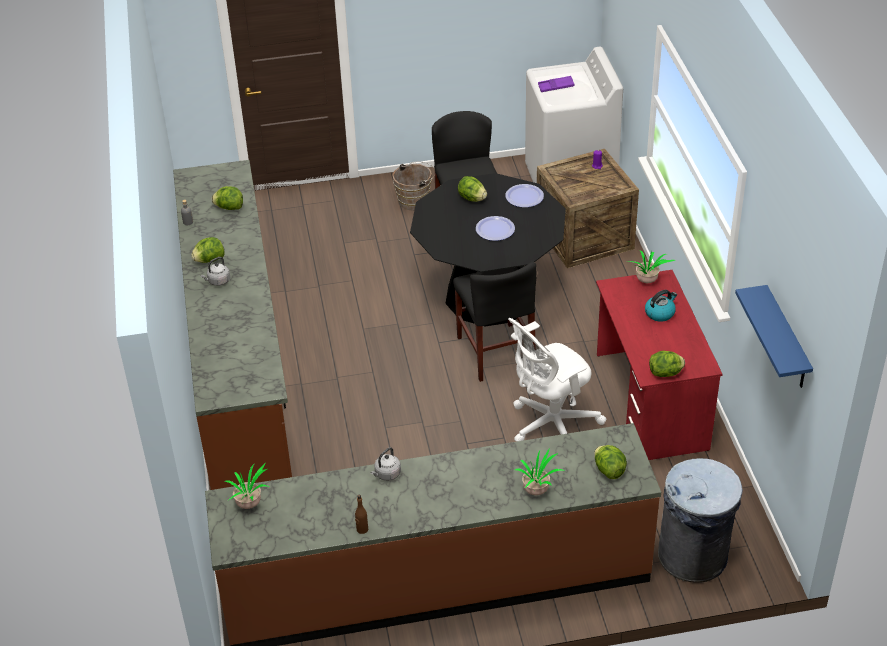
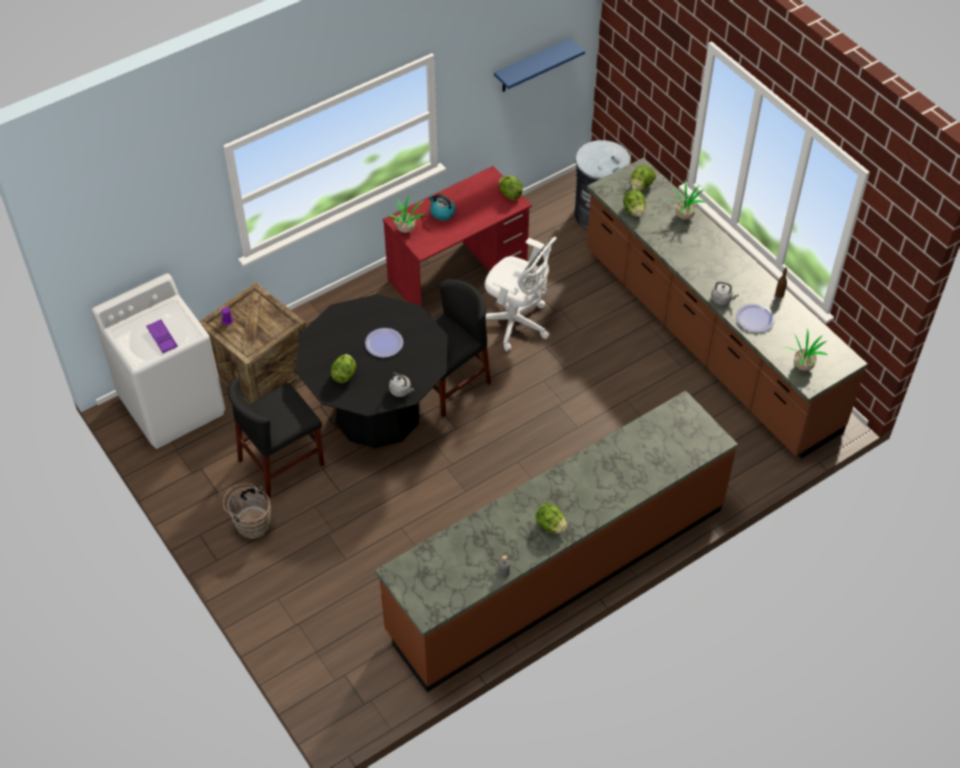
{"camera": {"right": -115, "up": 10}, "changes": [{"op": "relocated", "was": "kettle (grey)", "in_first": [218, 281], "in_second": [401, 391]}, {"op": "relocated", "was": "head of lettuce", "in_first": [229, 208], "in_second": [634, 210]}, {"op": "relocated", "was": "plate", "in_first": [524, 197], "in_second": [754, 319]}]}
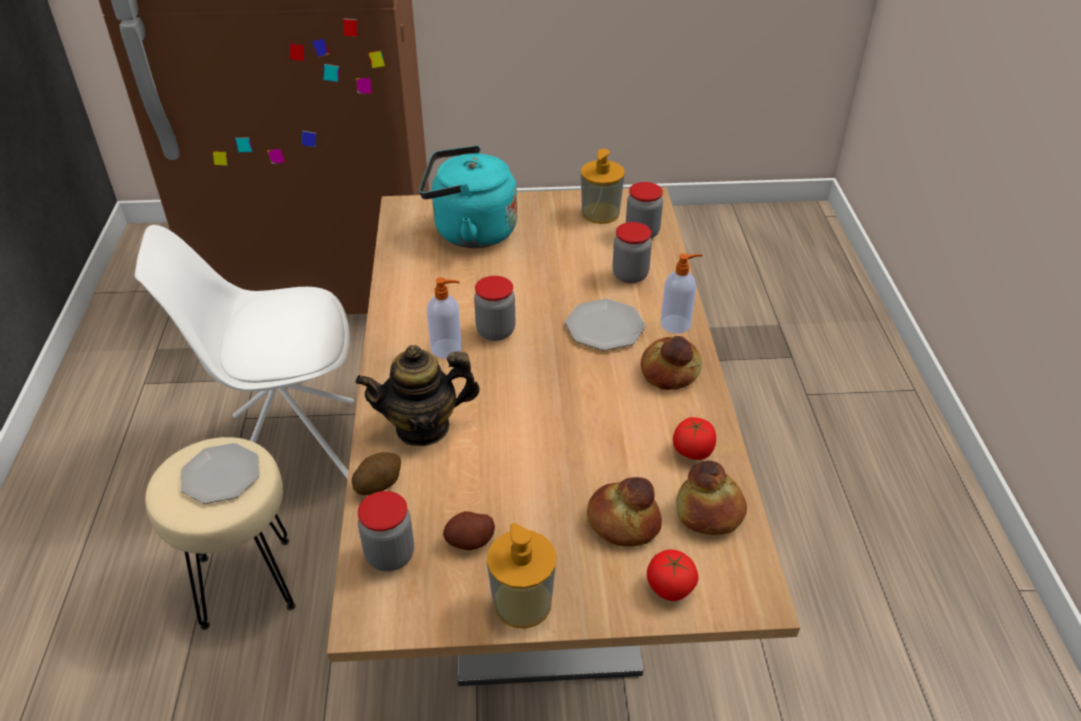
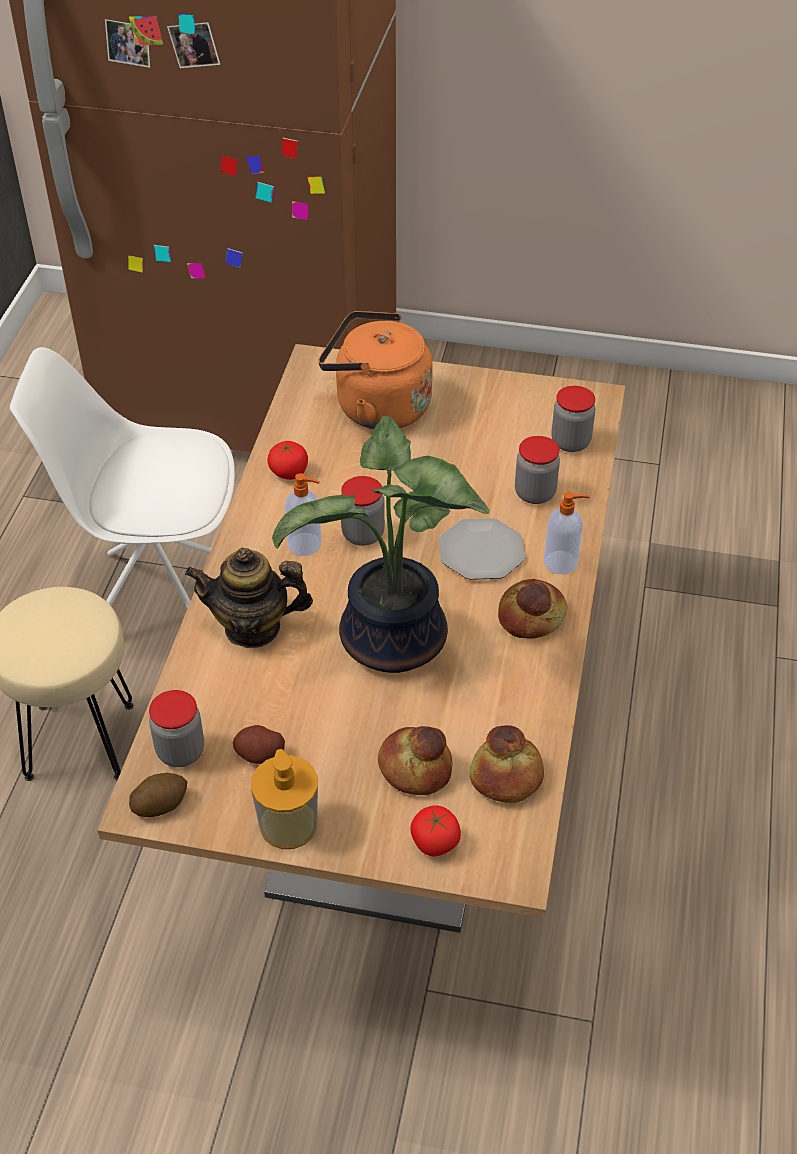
{"camera": {"right": 15, "up": 5}, "changes": [{"op": "relocated", "was": "potato", "in_first": [378, 483], "in_second": [160, 804]}, {"op": "relocated", "was": "tomato", "in_first": [693, 451], "in_second": [289, 472]}, {"op": "appeared", "now": "potted plant", "in_second": [392, 645]}, {"op": "colour", "was": "kettle (turquoise)", "now": "kettle (orange-coloured)", "in_first": [469, 232], "in_second": [377, 407]}, {"op": "missing", "was": "plate", "in_first": [221, 475]}, {"op": "missing", "was": "soap dispenser", "in_first": [600, 213]}]}
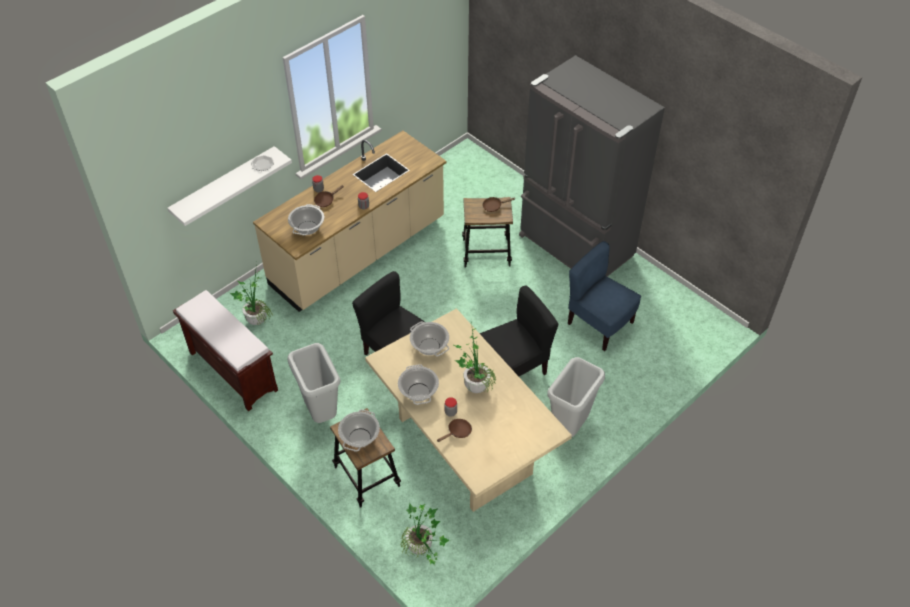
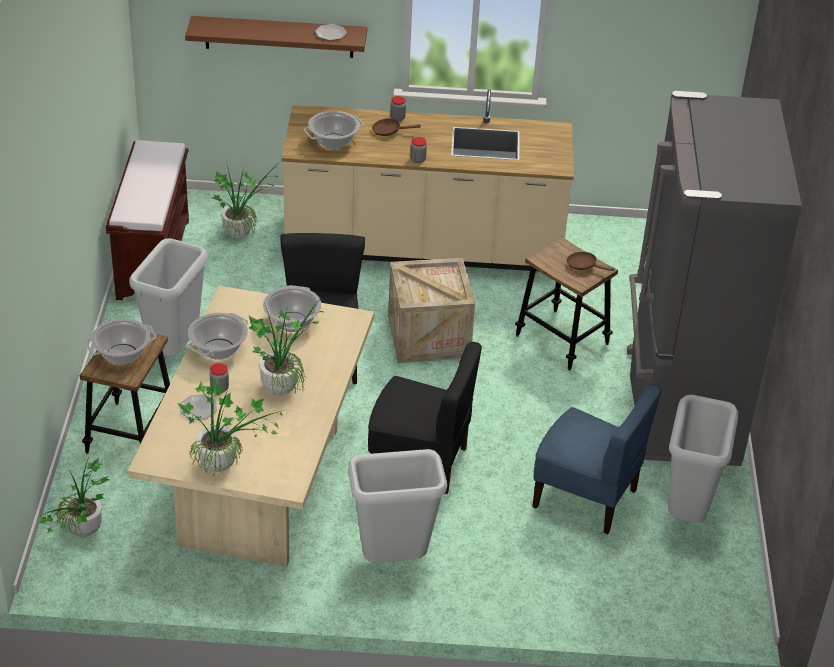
{"camera": {"right": 45, "up": -10}, "changes": [{"op": "appeared", "now": "potted plant", "in_second": [226, 464]}, {"op": "exchanged", "was": "pan (brownish)", "now": "plate", "in_first": [457, 432], "in_second": [198, 409]}, {"op": "colour", "was": "shelf (white-coloured)", "now": "shelf (brownish)", "in_first": [224, 185], "in_second": [279, 37]}, {"op": "appeared", "now": "crate", "in_second": [429, 336]}, {"op": "spun", "was": "chair (bluish)", "in_first": [599, 324], "in_second": [586, 498], "clockwise": 120}, {"op": "appeared", "now": "rubbish bin (grey)", "in_second": [688, 514]}]}
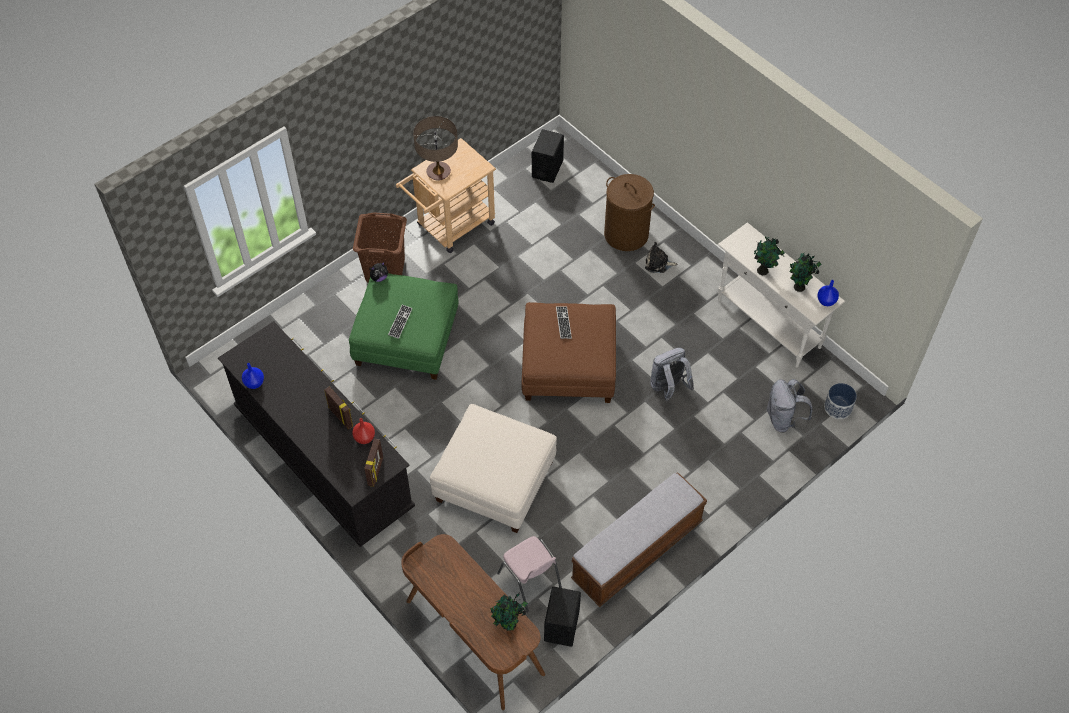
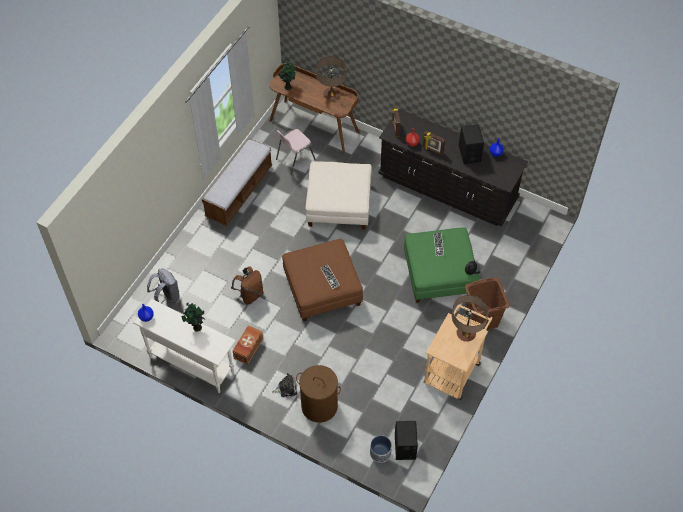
{"camera": {"right": 160, "up": 0}, "changes": [{"op": "colour", "was": "backpack (grey)", "now": "backpack (brownish)", "in_first": [668, 388], "in_second": [250, 295]}, {"op": "appeared", "now": "storage container (brownish)", "in_second": [247, 349]}, {"op": "spun", "was": "chair (pink-coloured)", "in_first": [530, 582], "in_second": [295, 159], "clockwise": -75}, {"op": "appeared", "now": "tabletop lamp", "in_second": [331, 94]}, {"op": "relocated", "was": "plant pot", "in_first": [838, 408], "in_second": [380, 453]}, {"op": "relocated", "was": "audio speaker (black)", "in_first": [561, 626], "in_second": [469, 153]}, {"op": "missing", "was": "potted plant", "in_first": [799, 288]}]}
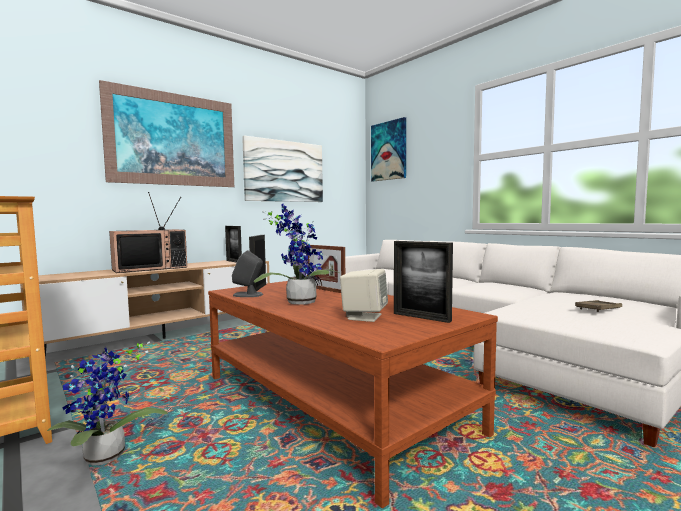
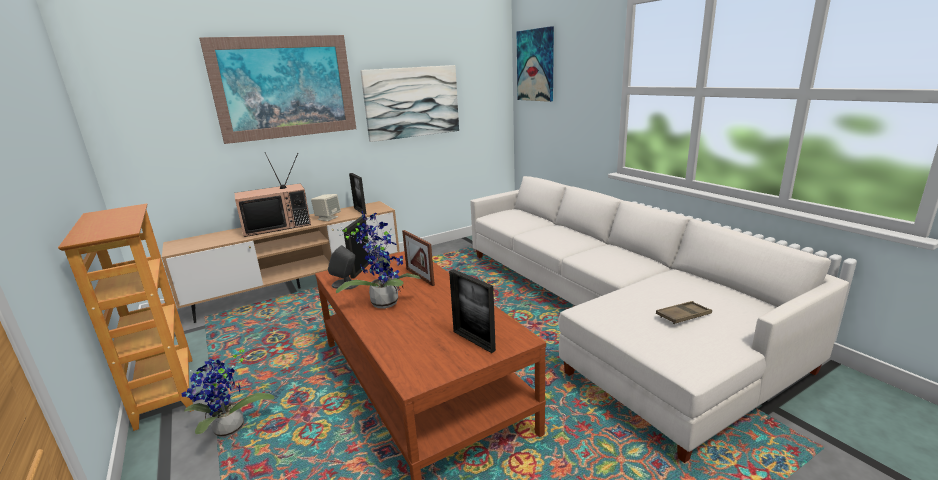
{"camera": {"right": 10, "up": 15}, "changes": [{"op": "relocated", "was": "audio speaker (beige)", "in_first": [364, 317], "in_second": [328, 218]}]}
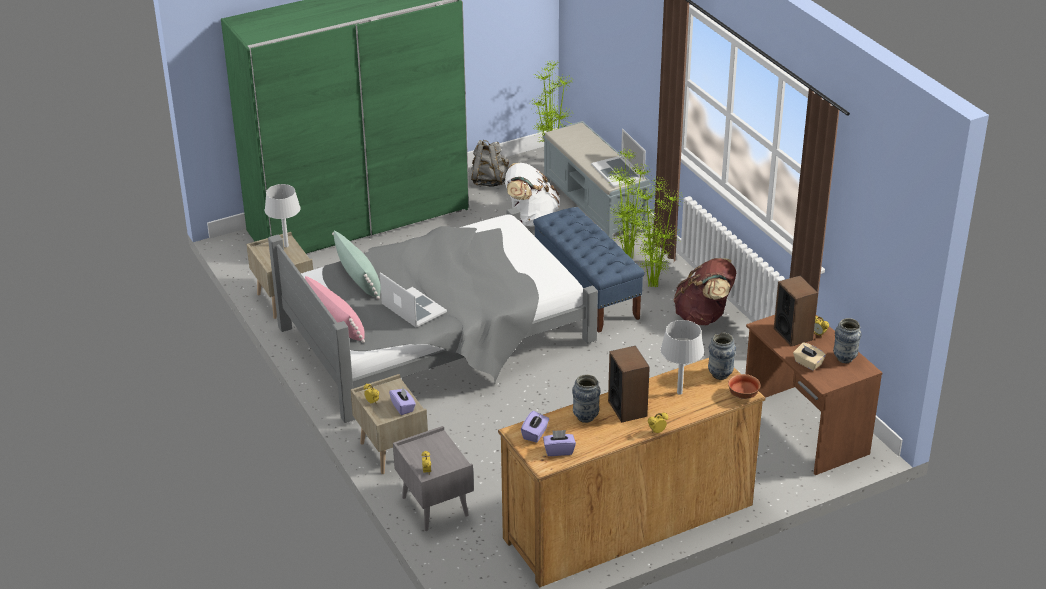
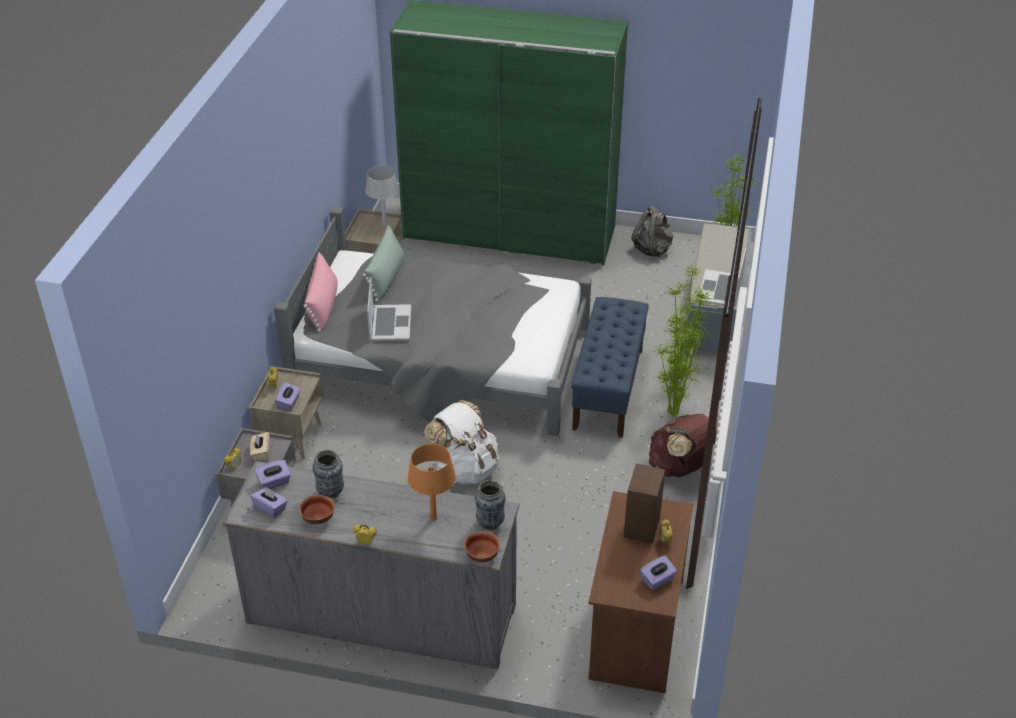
{"camera": {"right": 40, "up": 5}, "changes": [{"op": "colour", "was": "dresser (brownish)", "now": "dresser (grey)", "in_first": [628, 521], "in_second": [381, 613]}, {"op": "relocated", "was": "box of tissues (beige)", "in_first": [808, 363], "in_second": [261, 453]}, {"op": "appeared", "now": "deep dish", "in_second": [318, 518]}, {"op": "colour", "was": "tabletop lamp (grey)", "now": "tabletop lamp (orange-coloured)", "in_first": [679, 392], "in_second": [433, 518]}, {"op": "relocated", "was": "backpack (white-coloured)", "in_first": [531, 219], "in_second": [465, 468]}, {"op": "exchanged", "was": "vase", "now": "box of tissues (purple)", "in_first": [844, 358], "in_second": [657, 580]}, {"op": "missing", "was": "audio speaker", "in_first": [627, 408]}]}
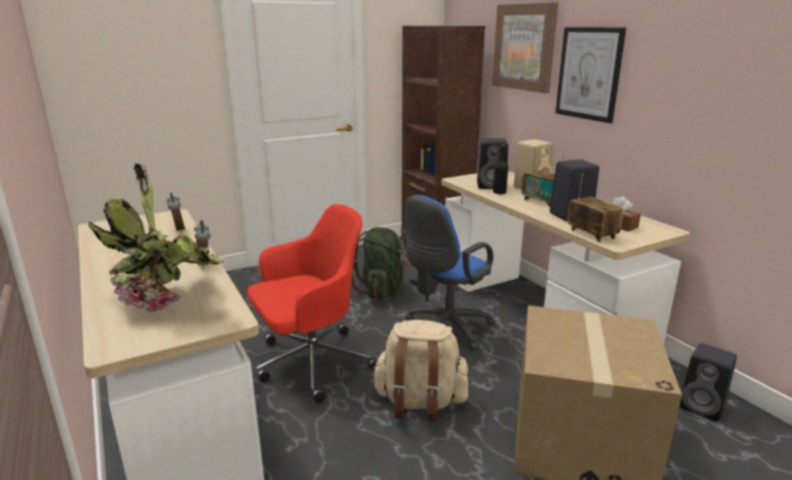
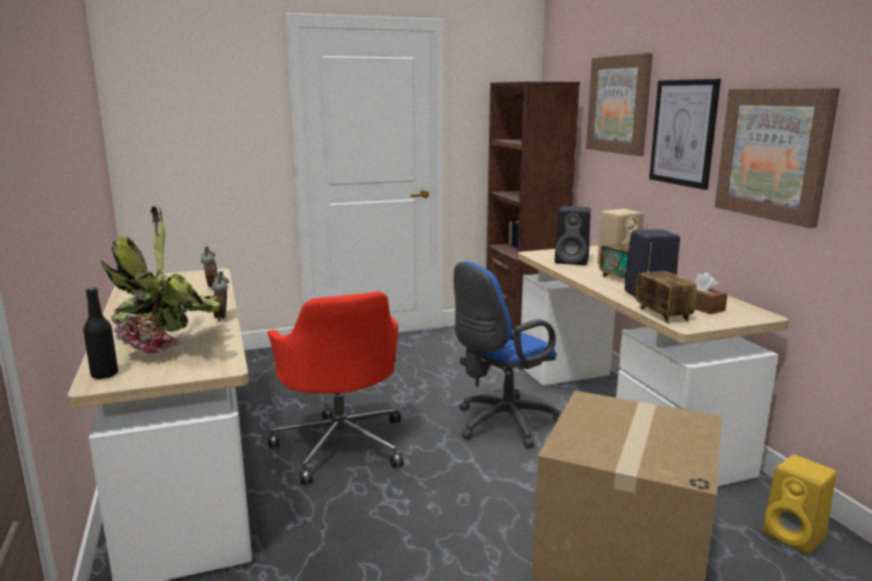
{"camera": {"right": 10, "up": -5}, "changes": [{"op": "relocated", "was": "beverage bottle (black)", "in_first": [499, 192], "in_second": [104, 375]}, {"op": "spun", "was": "computer chair (red-coloured)", "in_first": [311, 363], "in_second": [341, 444], "clockwise": 90}, {"op": "appeared", "now": "wall art", "in_second": [774, 154]}, {"op": "colour", "was": "audio speaker (black)", "now": "audio speaker (yellow)", "in_first": [703, 407], "in_second": [796, 536]}, {"op": "missing", "was": "backpack (green)", "in_first": [381, 290]}, {"op": "missing", "was": "backpack (beige)", "in_first": [420, 402]}]}
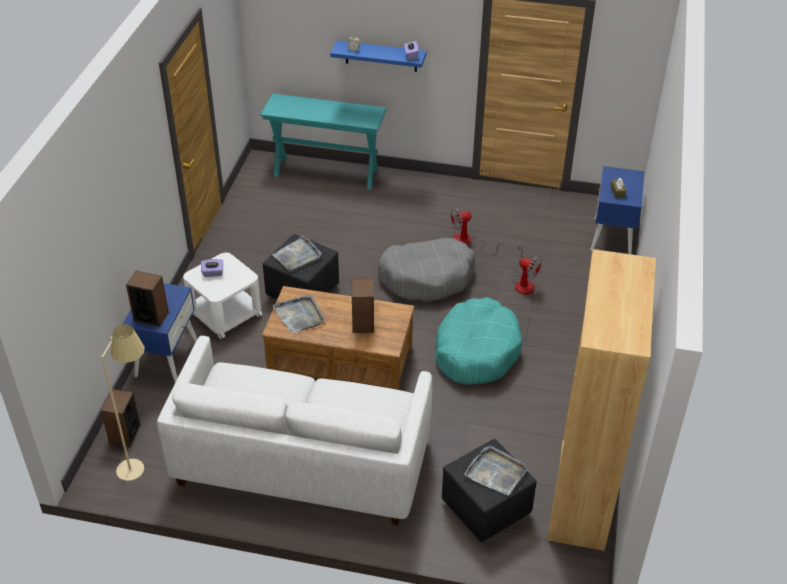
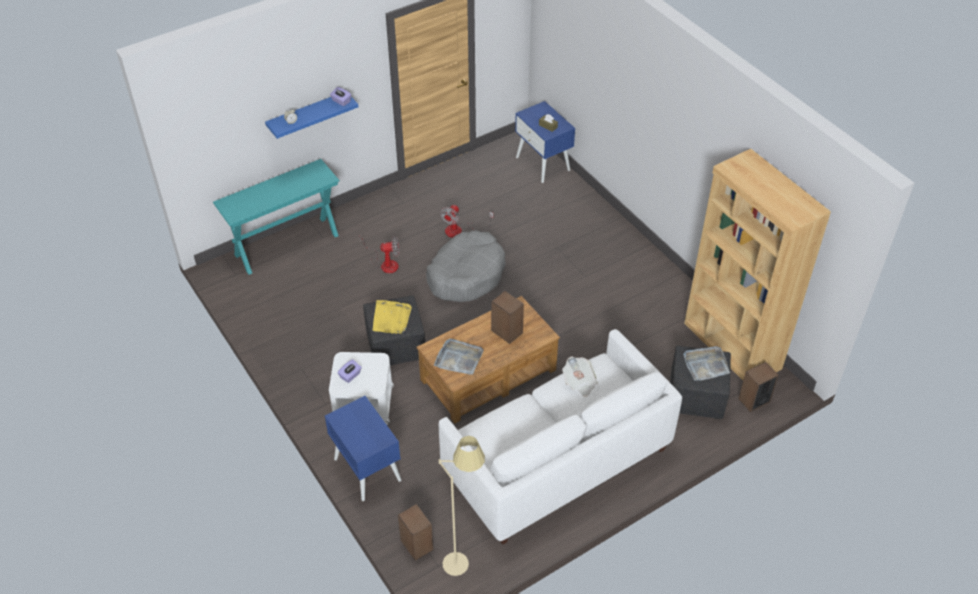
{"camera": {"right": -45, "up": 5}, "changes": [{"op": "relocated", "was": "electric fan", "in_first": [523, 282], "in_second": [385, 263]}, {"op": "colour", "was": "tray (grey)", "now": "tray (yellow)", "in_first": [297, 256], "in_second": [391, 318]}, {"op": "appeared", "now": "newspaper", "in_second": [579, 382]}, {"op": "relocated", "was": "audio speaker", "in_first": [151, 316], "in_second": [754, 400]}, {"op": "missing", "was": "dog bed (turquoise)", "in_first": [476, 351]}]}
